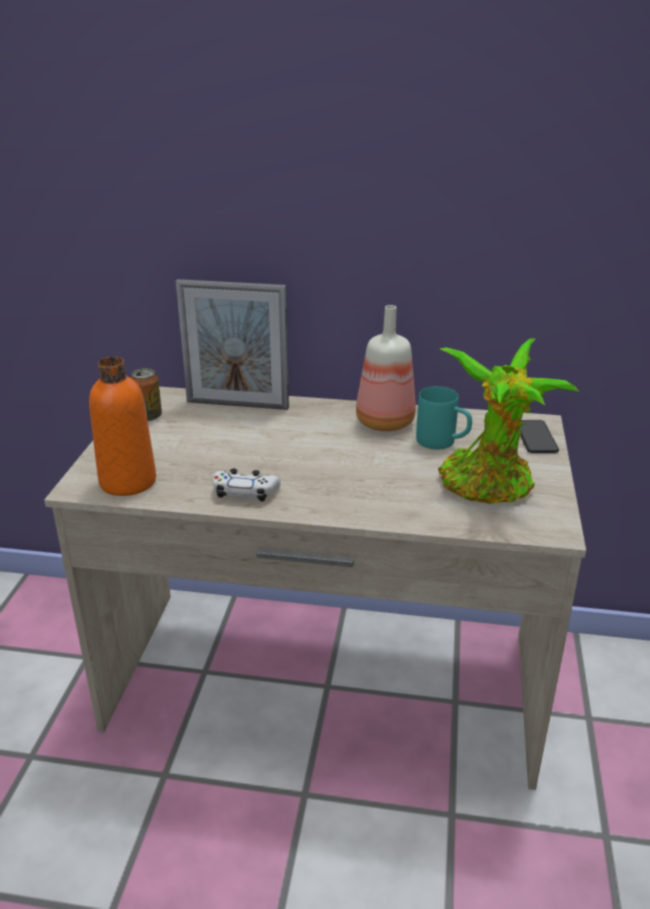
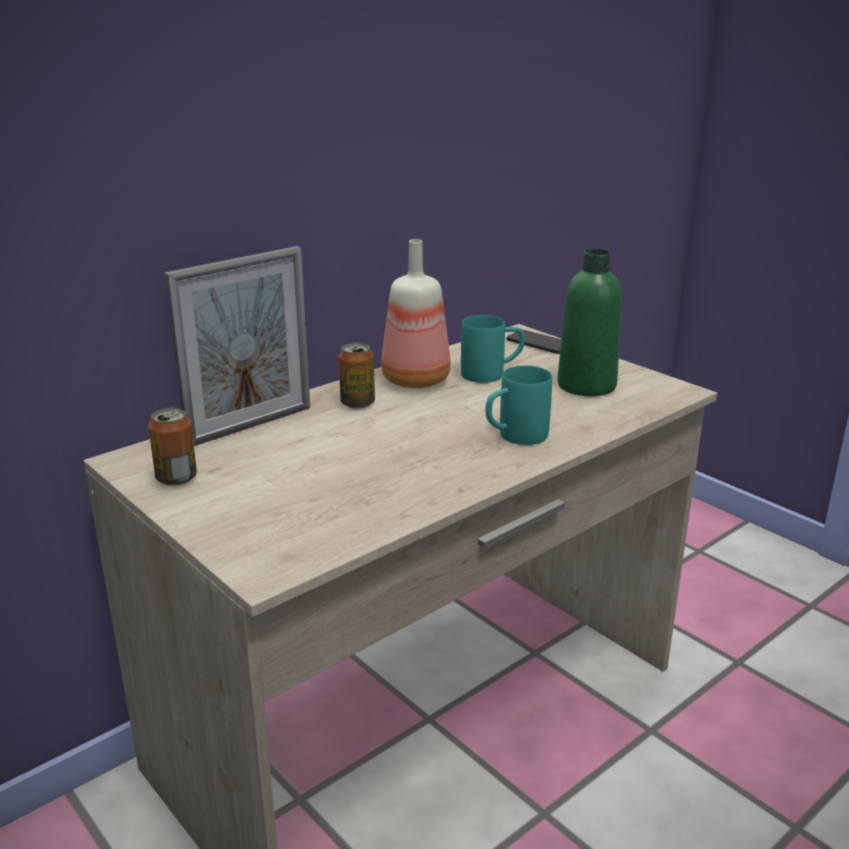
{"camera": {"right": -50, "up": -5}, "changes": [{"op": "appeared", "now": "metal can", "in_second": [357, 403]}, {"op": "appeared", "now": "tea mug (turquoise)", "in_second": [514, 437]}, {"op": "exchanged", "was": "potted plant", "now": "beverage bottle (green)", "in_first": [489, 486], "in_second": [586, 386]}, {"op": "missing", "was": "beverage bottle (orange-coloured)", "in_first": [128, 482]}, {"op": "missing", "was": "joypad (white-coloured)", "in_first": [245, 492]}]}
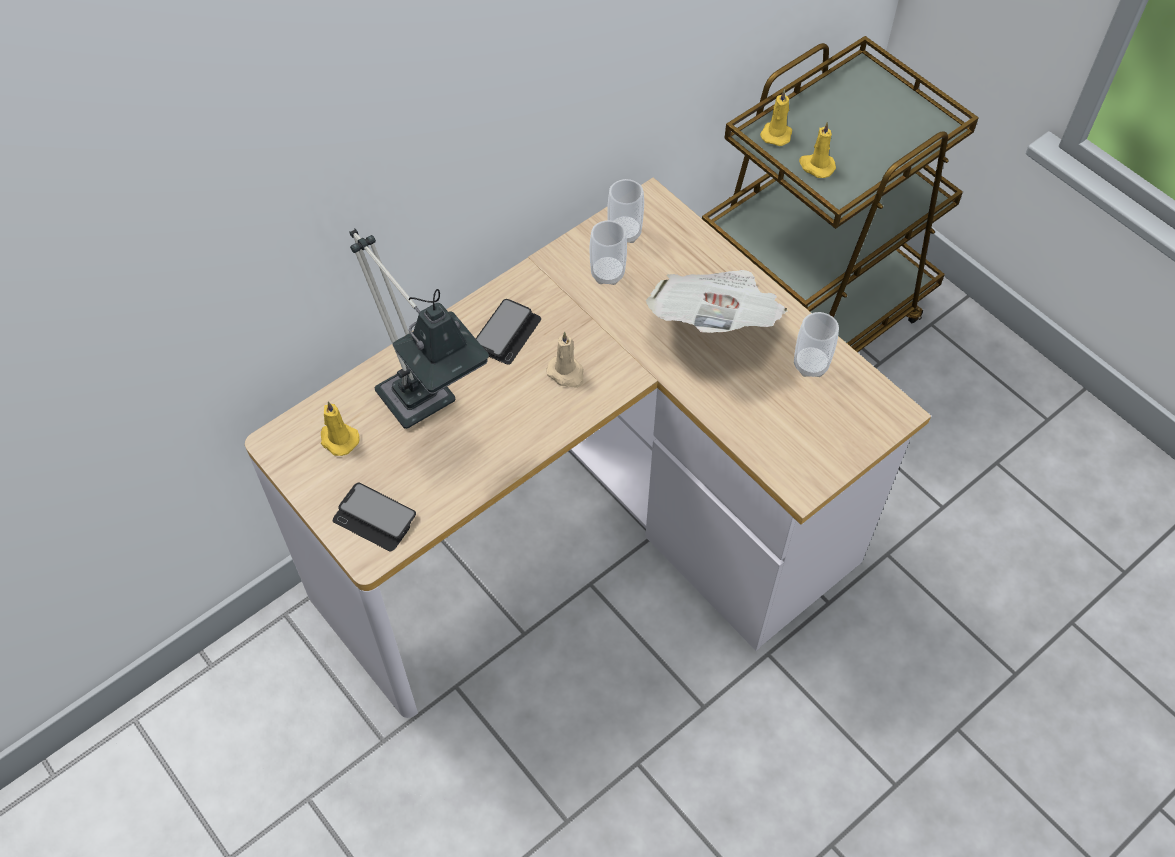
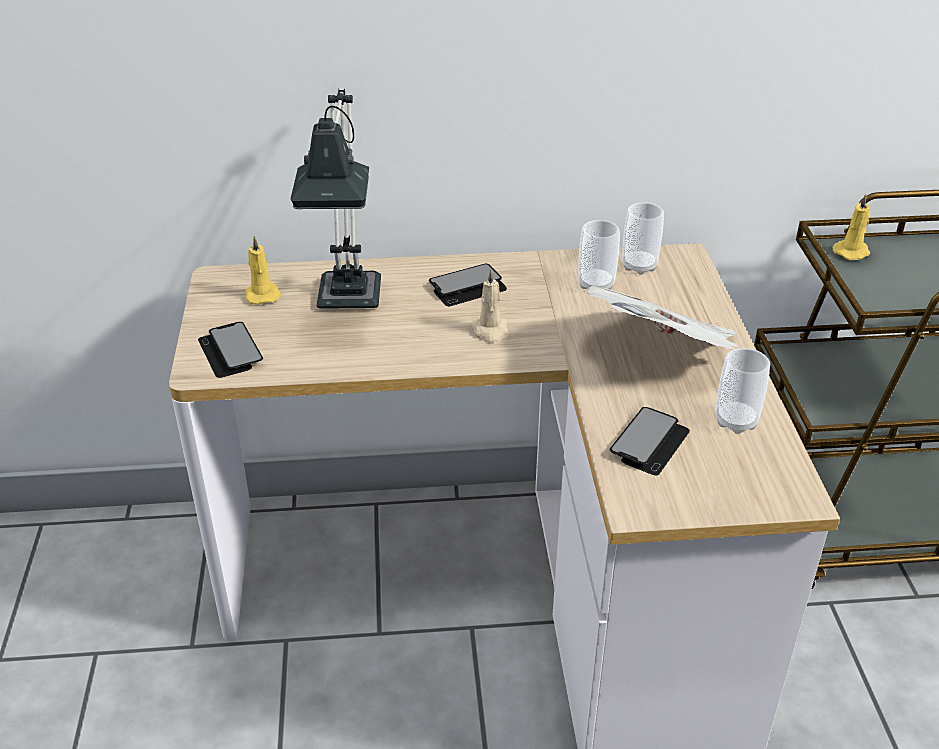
{"camera": {"right": 35, "up": -20}, "changes": [{"op": "appeared", "now": "telephone", "in_second": [649, 443]}, {"op": "missing", "was": "candle (yellow)", "in_first": [816, 166]}]}
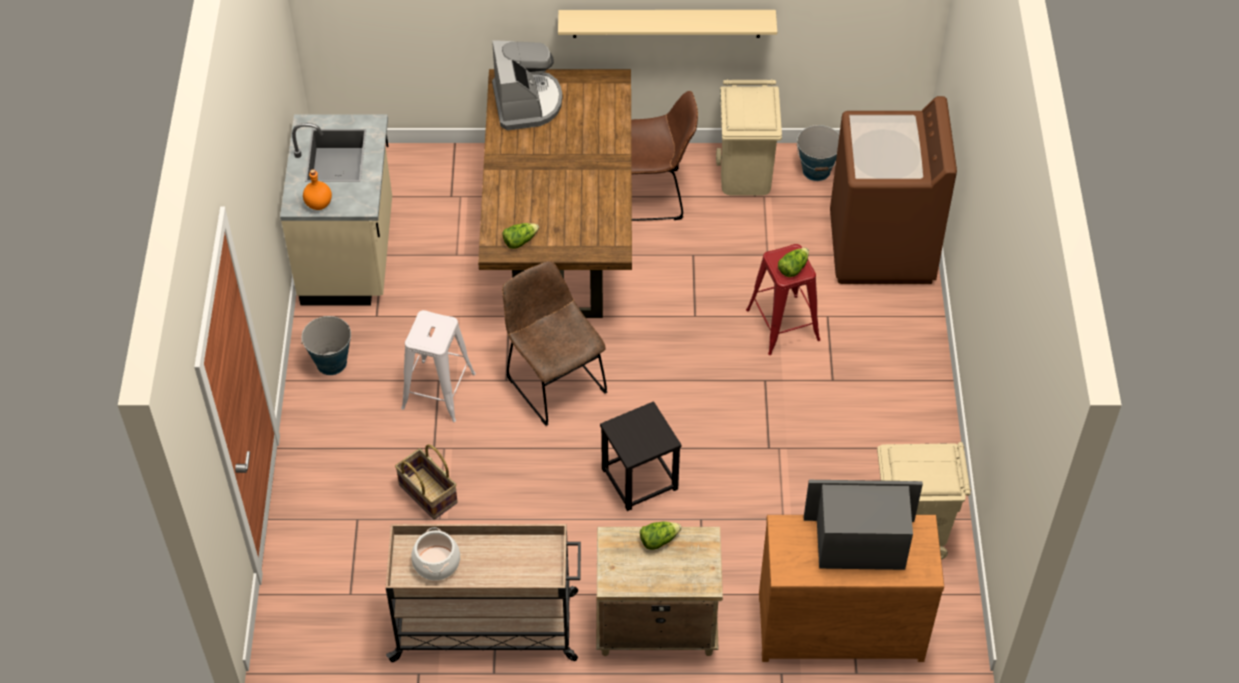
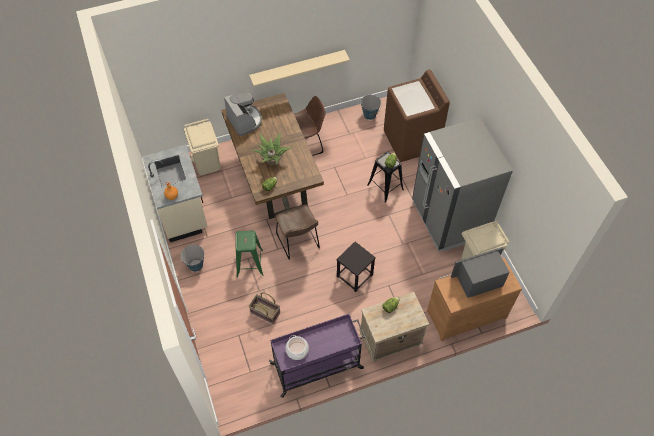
{"camera": {"right": -20, "up": 5}, "changes": [{"op": "relocated", "was": "rubbish bin (beige)", "in_first": [746, 176], "in_second": [207, 163]}, {"op": "colour", "was": "sitting stool (white-coloured)", "now": "sitting stool (green)", "in_first": [438, 391], "in_second": [249, 263]}, {"op": "appeared", "now": "potted plant", "in_second": [272, 160]}, {"op": "colour", "was": "trolley (beige)", "now": "trolley (purple)", "in_first": [487, 626], "in_second": [318, 366]}, {"op": "spun", "was": "chair (brownish)", "in_first": [553, 381], "in_second": [298, 243], "clockwise": -150}, {"op": "colour", "was": "sitting stool (red-coloured)", "now": "sitting stool (black)", "in_first": [782, 324], "in_second": [385, 187]}, {"op": "appeared", "now": "refrigerator (grey)", "in_second": [449, 219]}]}
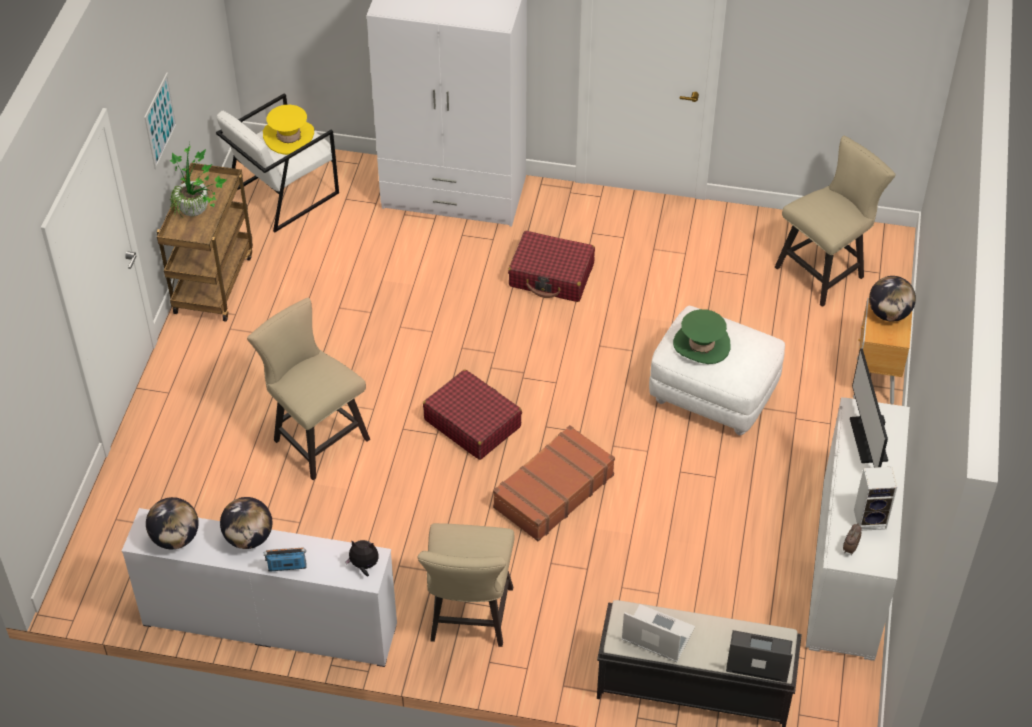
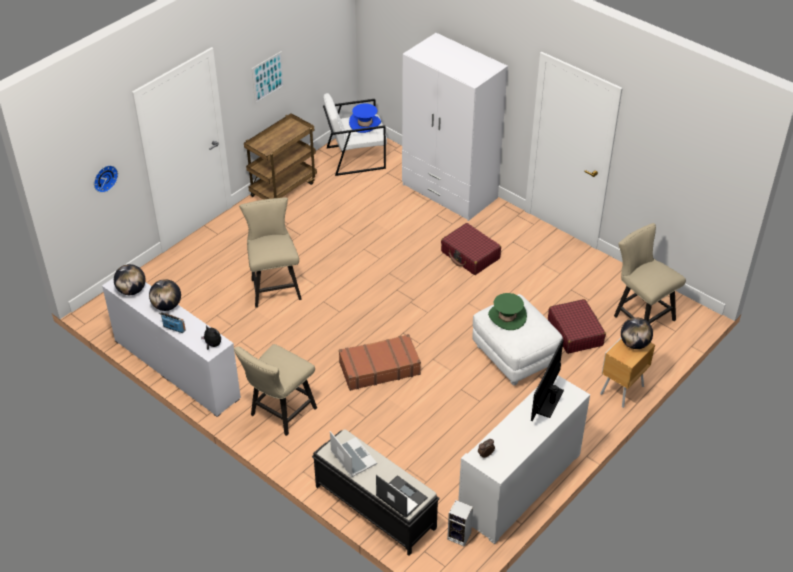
{"camera": {"right": 30, "up": -5}, "changes": [{"op": "appeared", "now": "clock on the wall", "in_second": [104, 178]}, {"op": "colour", "was": "clothing hat (yellow)", "now": "clothing hat (bluish)", "in_first": [289, 137], "in_second": [365, 123]}, {"op": "relocated", "was": "audio speaker", "in_first": [871, 518], "in_second": [460, 536]}, {"op": "relocated", "was": "travel case (red-coloured)", "in_first": [472, 423], "in_second": [575, 332]}, {"op": "spun", "was": "chair (beige)", "in_first": [825, 270], "in_second": [640, 316], "clockwise": -120}, {"op": "missing", "was": "potted plant", "in_first": [199, 213]}]}
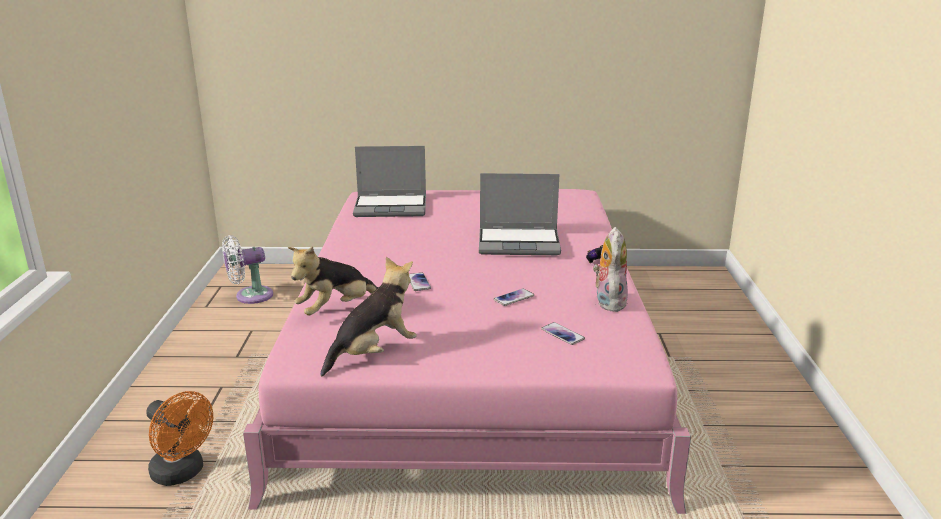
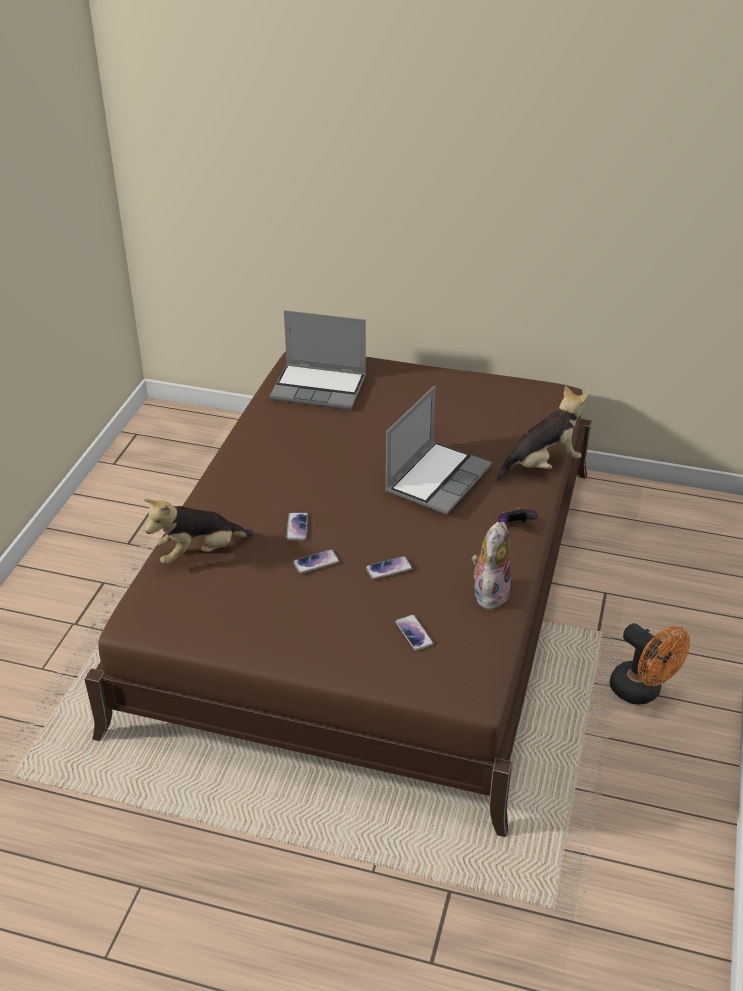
{"camera": {"right": 15, "up": 15}, "changes": [{"op": "colour", "was": "bed (pink-coloured)", "now": "bed (brownish)", "in_first": [470, 358], "in_second": [371, 590]}, {"op": "appeared", "now": "telephone", "in_second": [316, 562]}, {"op": "spun", "was": "portable computer", "in_first": [520, 243], "in_second": [437, 478], "clockwise": -75}, {"op": "relocated", "was": "plush toy", "in_first": [374, 353], "in_second": [542, 465]}, {"op": "relocated", "was": "electric fan (orange-coloured)", "in_first": [183, 473], "in_second": [642, 691]}, {"op": "missing", "was": "electric fan (white-coloured)", "in_first": [250, 296]}]}
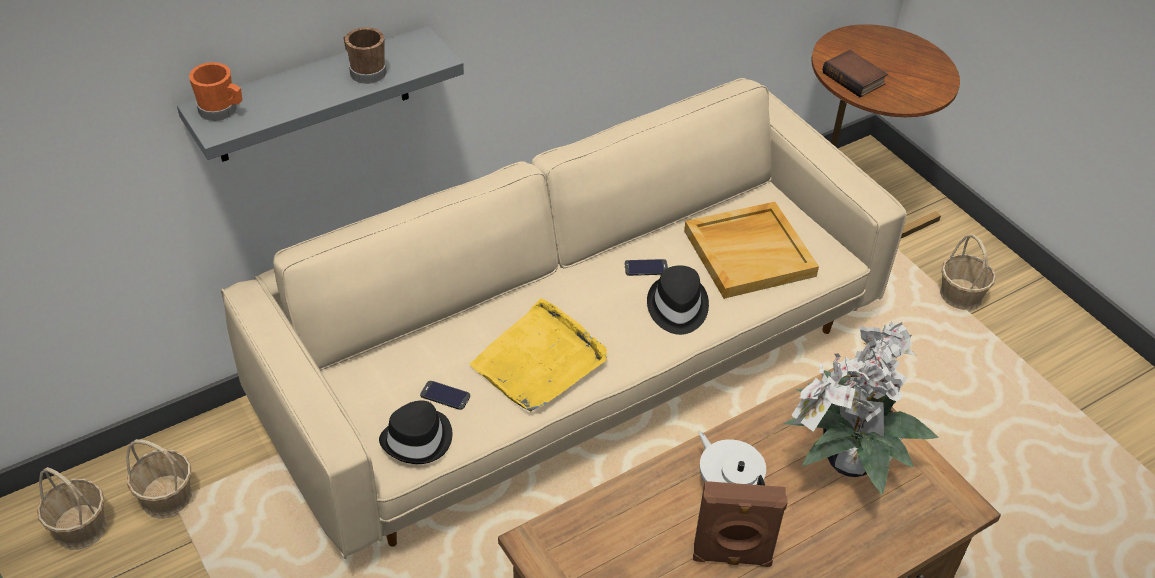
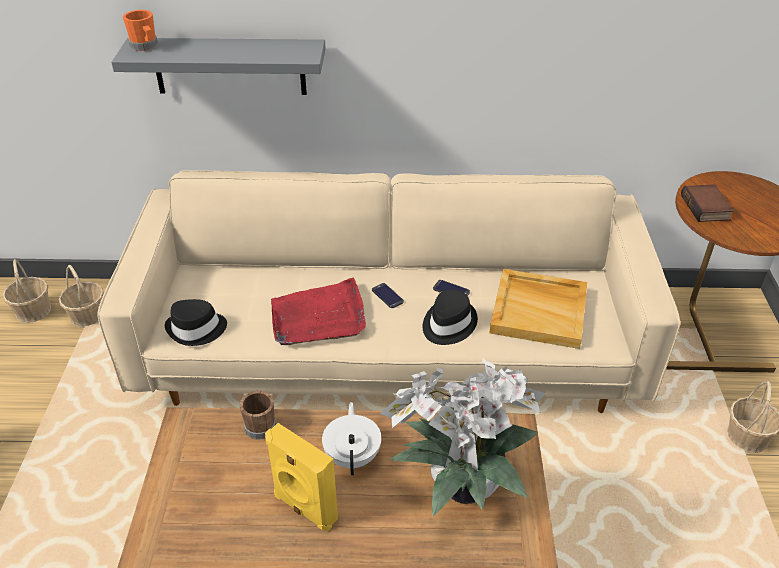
{"camera": {"right": 35, "up": -5}, "changes": [{"op": "relocated", "was": "tea mug (brownish)", "in_first": [365, 71], "in_second": [260, 424]}, {"op": "colour", "was": "audio speaker (brownish)", "now": "audio speaker (yellow)", "in_first": [732, 557], "in_second": [304, 508]}, {"op": "colour", "was": "tray (yellow)", "now": "tray (red-coloured)", "in_first": [539, 361], "in_second": [318, 317]}, {"op": "relocated", "was": "telephone", "in_first": [445, 395], "in_second": [387, 296]}]}
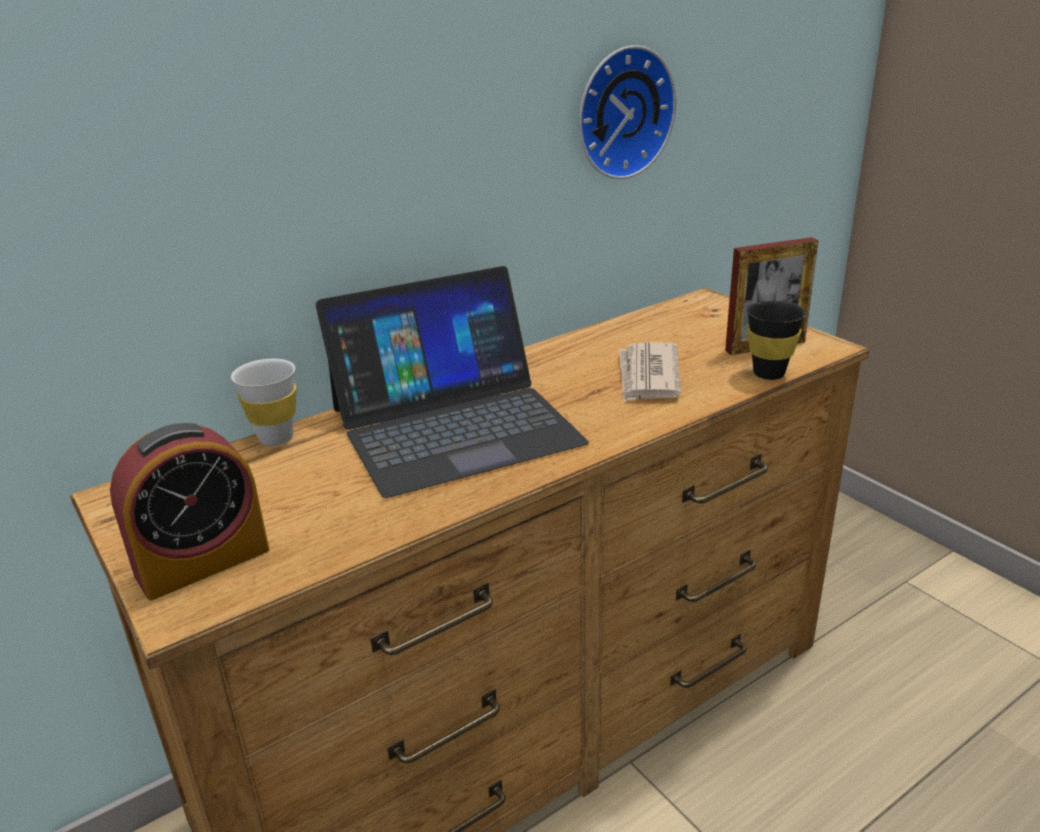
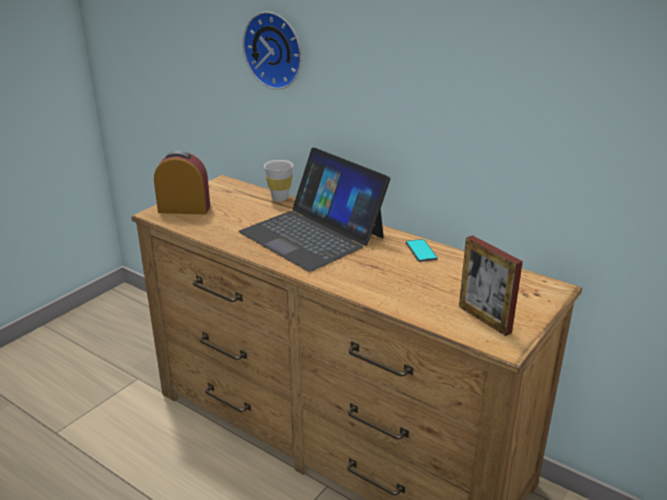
{"camera": {"right": 70, "up": 0}, "changes": [{"op": "spun", "was": "alarm clock", "in_first": [202, 562], "in_second": [184, 209], "clockwise": 150}, {"op": "relocated", "was": "clock on the wall", "in_first": [621, 112], "in_second": [275, 50]}, {"op": "appeared", "now": "telephone", "in_second": [421, 251]}, {"op": "missing", "was": "newspaper", "in_first": [648, 376]}, {"op": "missing", "was": "cup (black)", "in_first": [769, 373]}]}
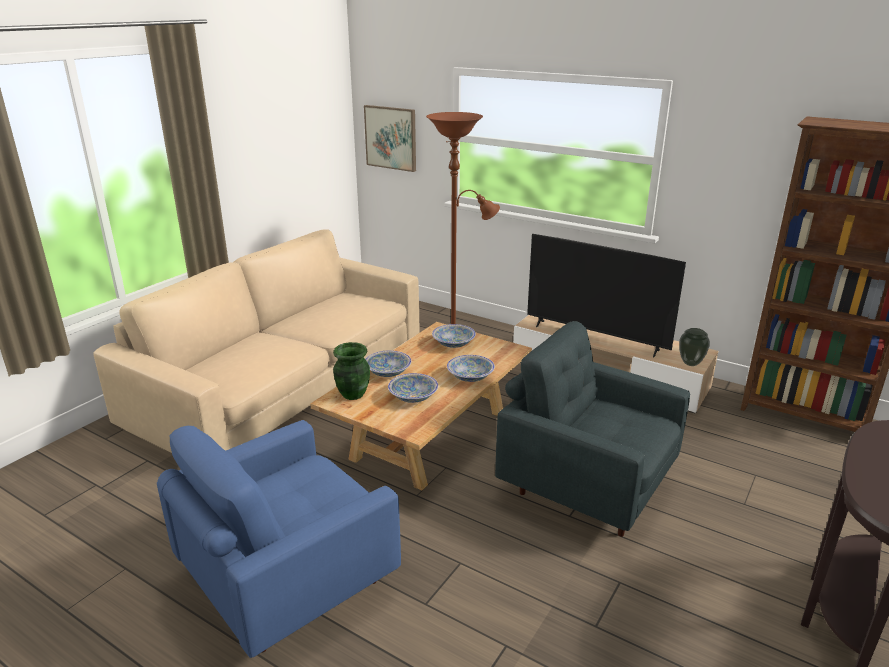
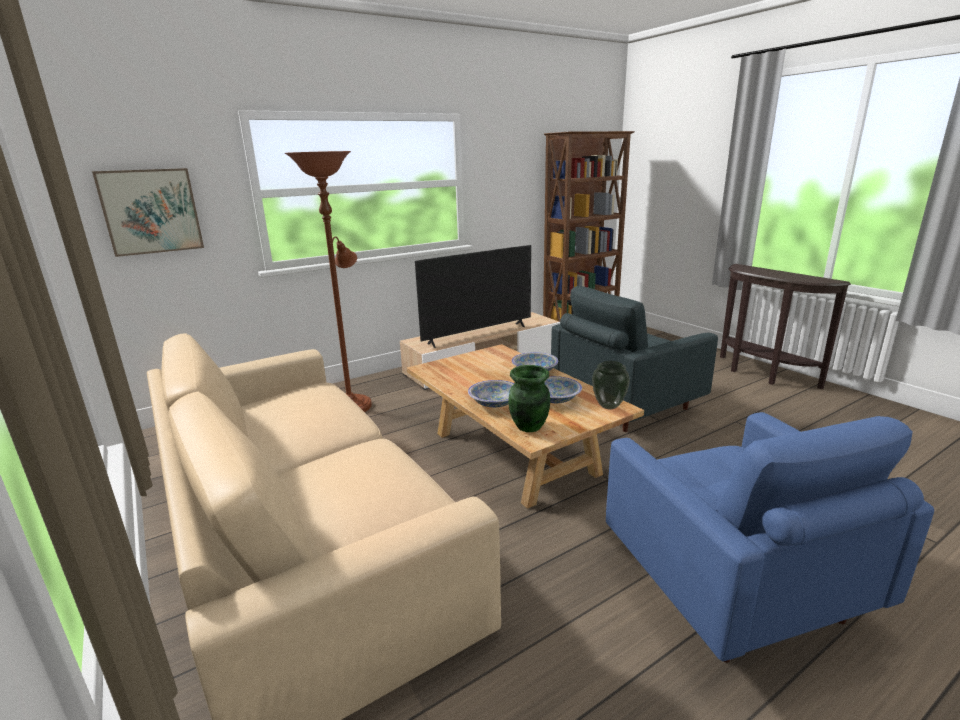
{"camera": {"right": -65, "up": -5}, "changes": [{"op": "relocated", "was": "vase", "in_first": [690, 363], "in_second": [608, 406]}, {"op": "missing", "was": "deep dish", "in_first": [453, 344]}]}
